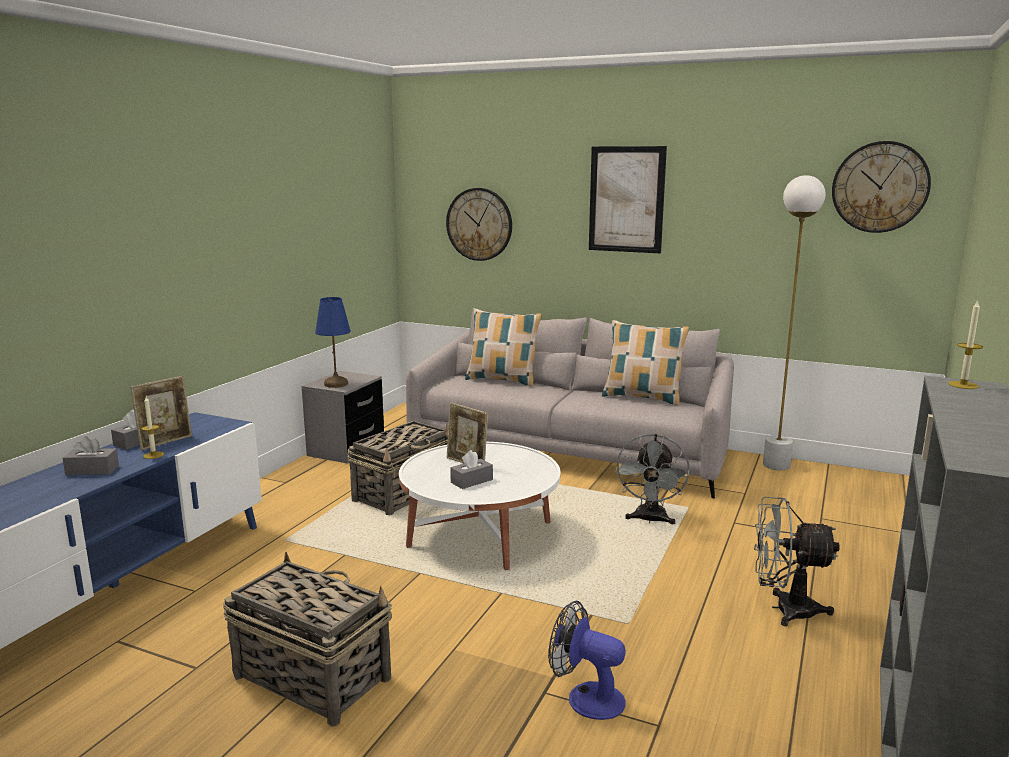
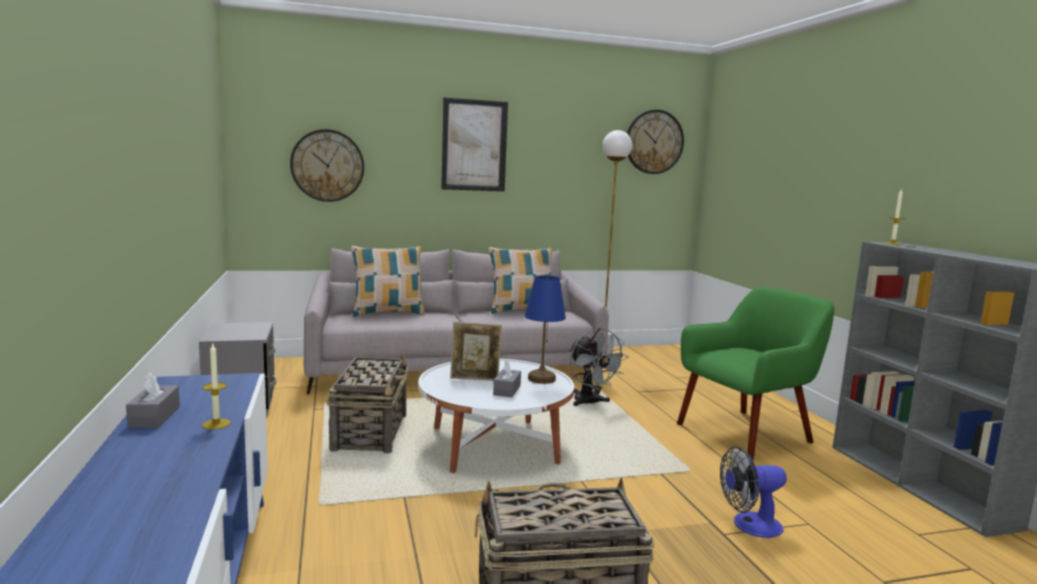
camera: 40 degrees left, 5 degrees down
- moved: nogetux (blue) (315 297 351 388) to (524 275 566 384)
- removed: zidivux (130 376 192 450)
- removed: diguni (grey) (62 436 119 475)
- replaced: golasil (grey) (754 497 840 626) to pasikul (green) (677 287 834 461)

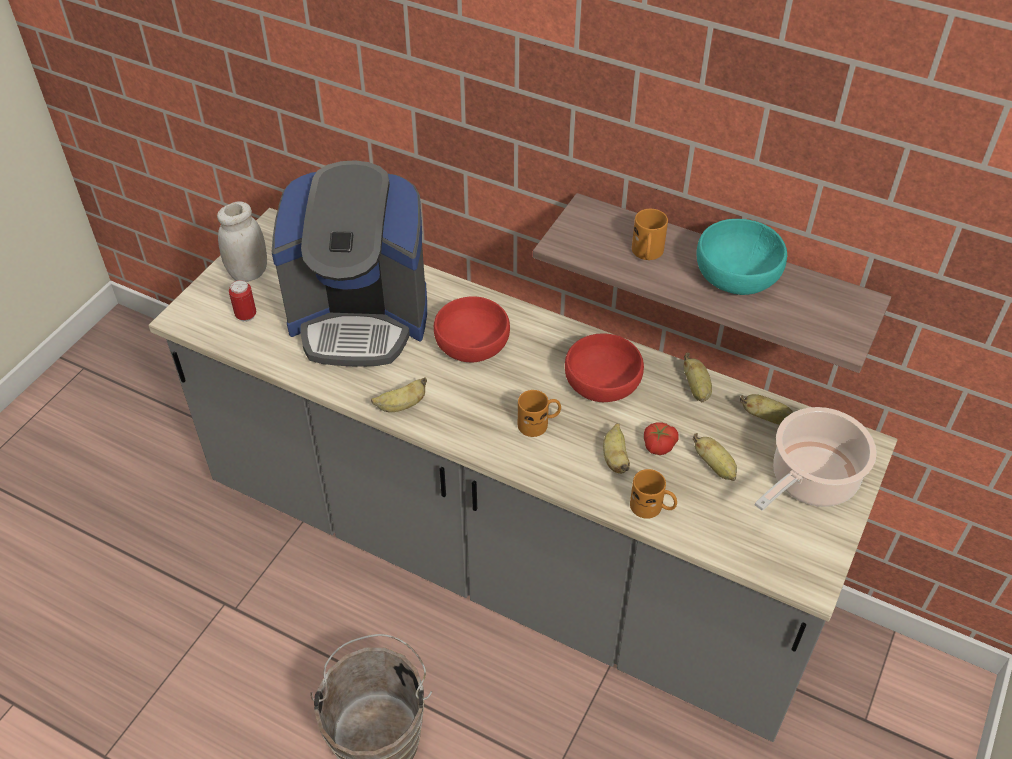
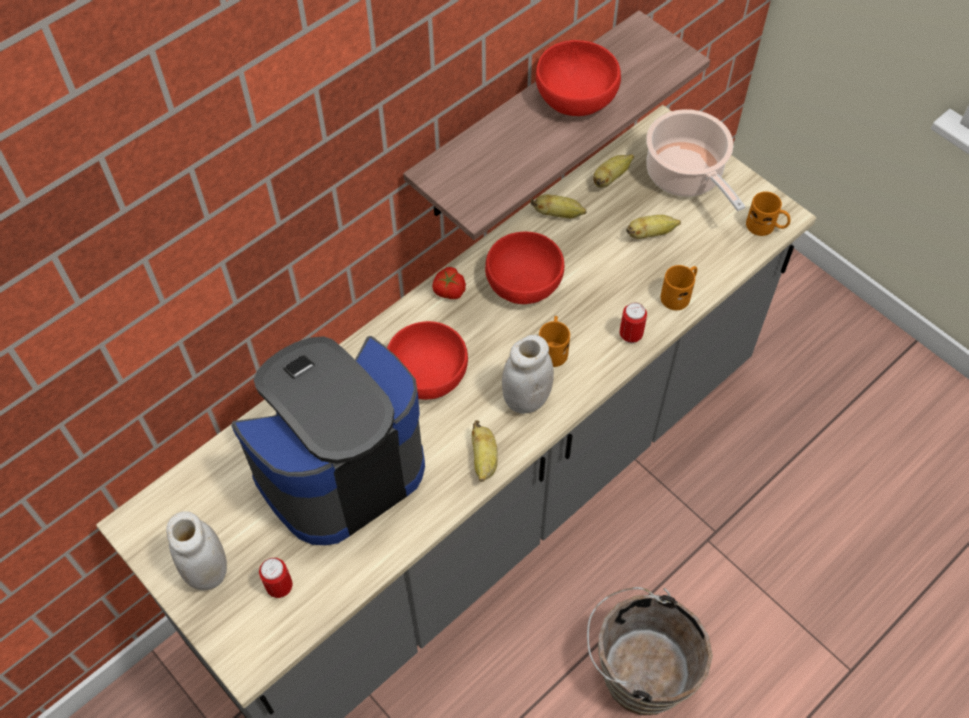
camera: 70 degrees left, 10 degrees up
- turned: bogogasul (272 160 427 367) = (231 336 425 545) 150 degrees counterclockwise
- moved: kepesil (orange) (632 209 668 260) to (746 191 791 236)
- recoloured: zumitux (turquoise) (696 219 787 295) to zumitux (red) (536 40 621 116)
- moved: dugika (644 422 678 455) to (432 267 466 299)
- removed: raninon (603 423 630 474)
- added: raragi (620 303 647 343)
- added: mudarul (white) (502 335 554 414)

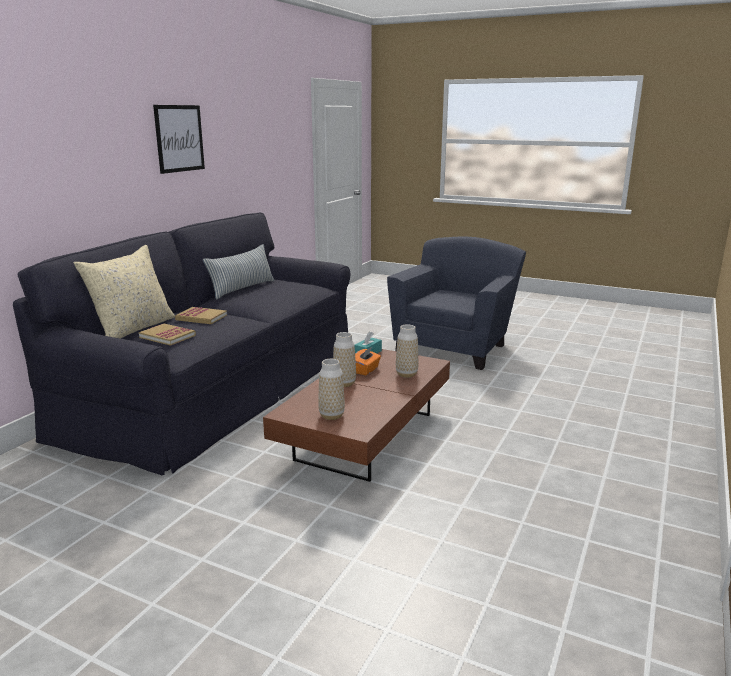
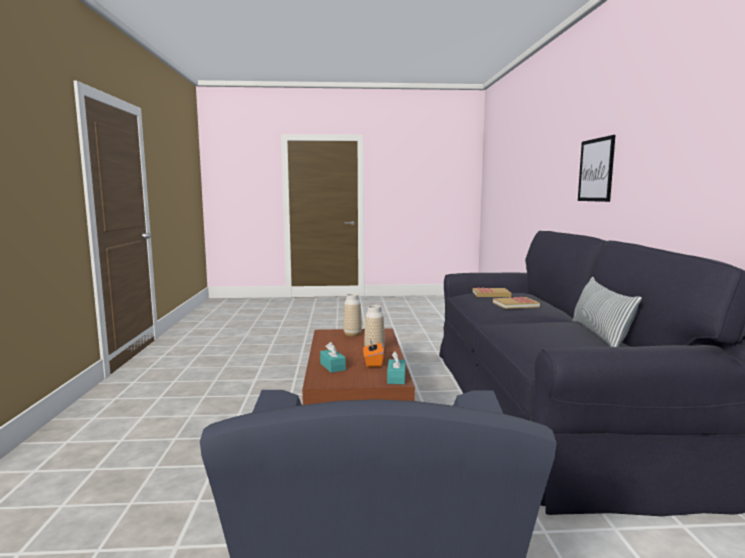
camera: 150 degrees right, 10 degrees down
- moved: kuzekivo (153 105 205 174) to (578 135 615 202)
- removed: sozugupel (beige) (74 245 175 339)
- replaced: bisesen (396 324 418 378) to diguni (turquoise) (320 342 346 373)

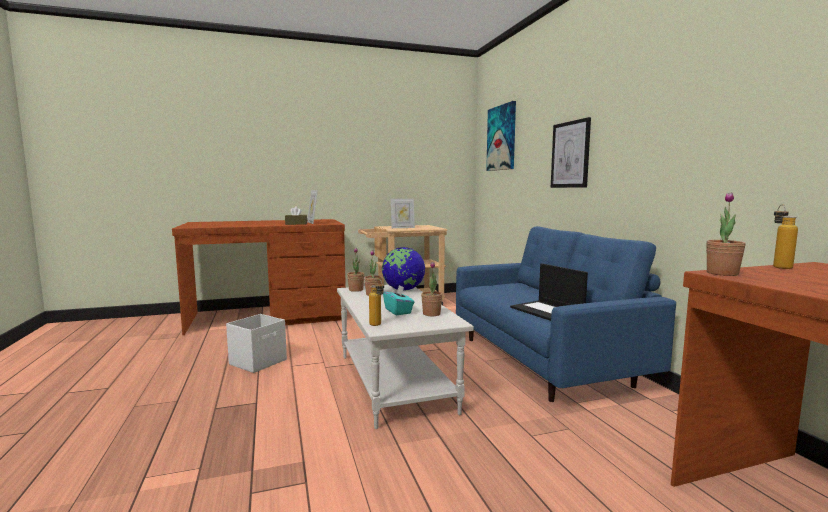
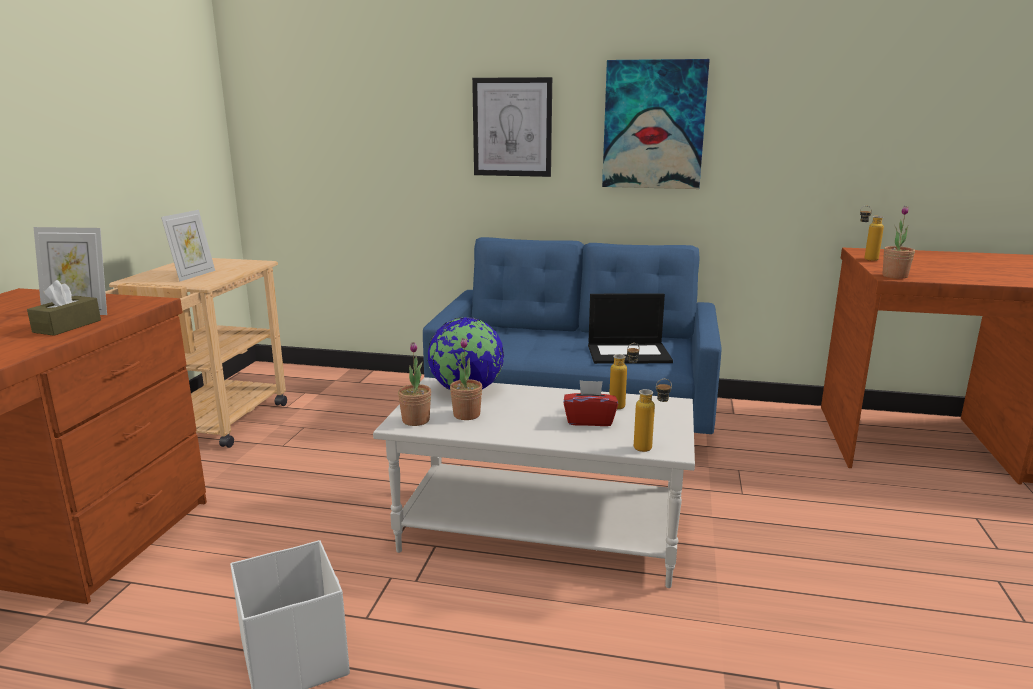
camera: 60 degrees left, 10 degrees up
- moved: kuzekivo (486 101 516 171) to (602 59 710 189)
- replaced: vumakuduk (421 262 442 316) to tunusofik (609 343 640 409)
- recoloured: diguni (turquoise) (383 285 414 315) to diguni (red) (563 380 618 426)

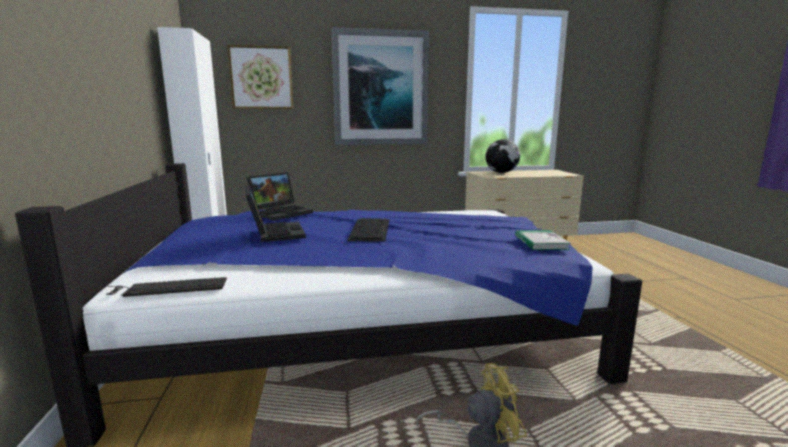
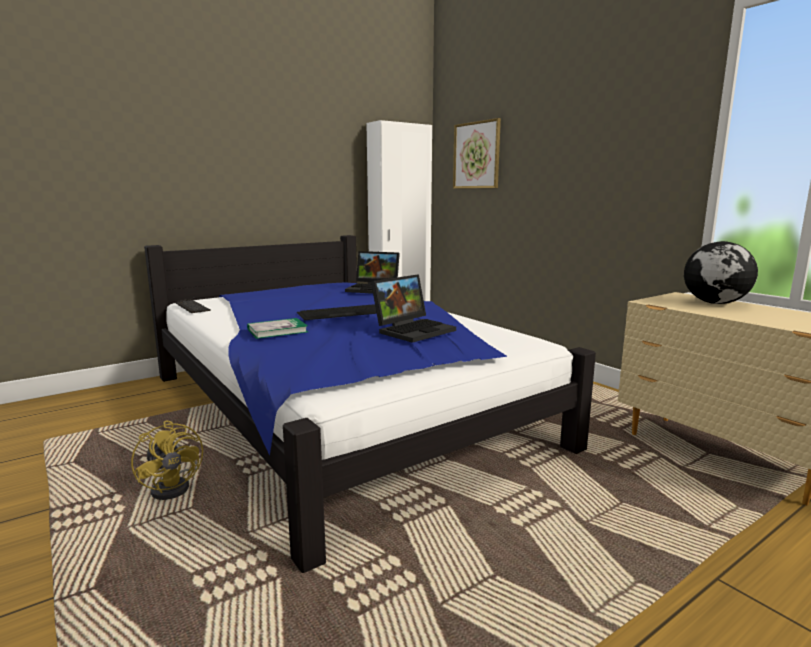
camera: 65 degrees right, 0 degrees up
- removed: kuzekivo (331 27 429 145)
- moved: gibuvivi (245 185 306 242) to (371 274 456 343)
- moved: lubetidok (515 230 571 250) to (247 318 308 339)

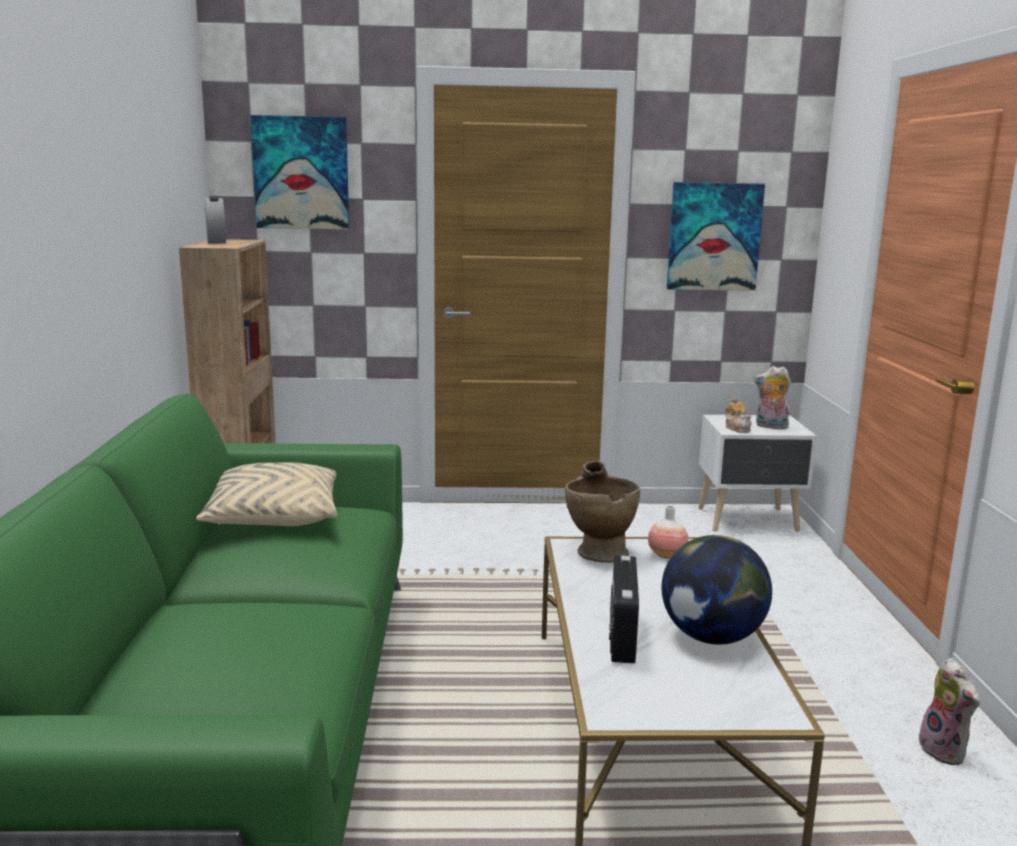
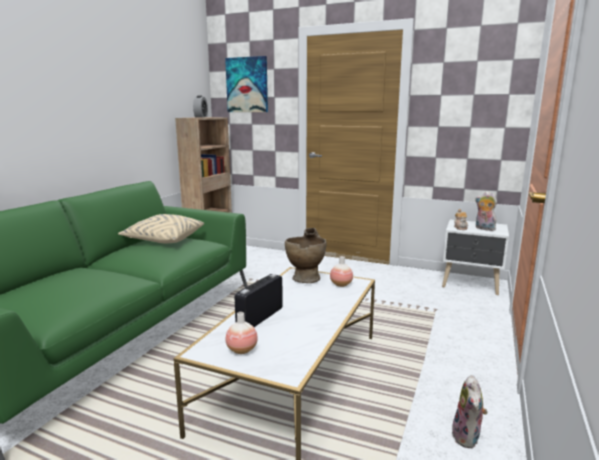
camera: 25 degrees right, 0 degrees up
- removed: kuzekivo (667 182 765 291)
- removed: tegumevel (662 535 772 645)
- added: bisesen (225 312 258 354)

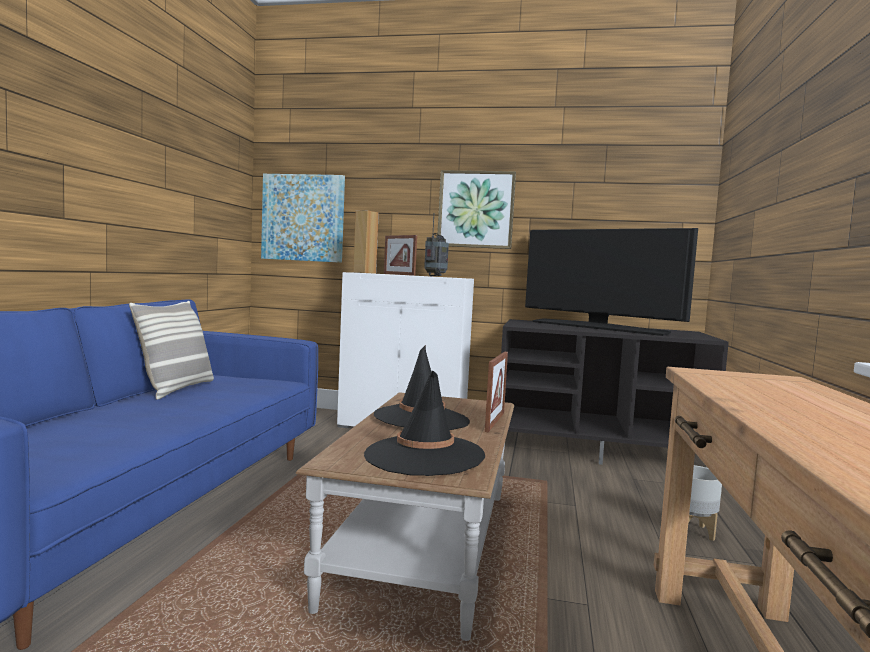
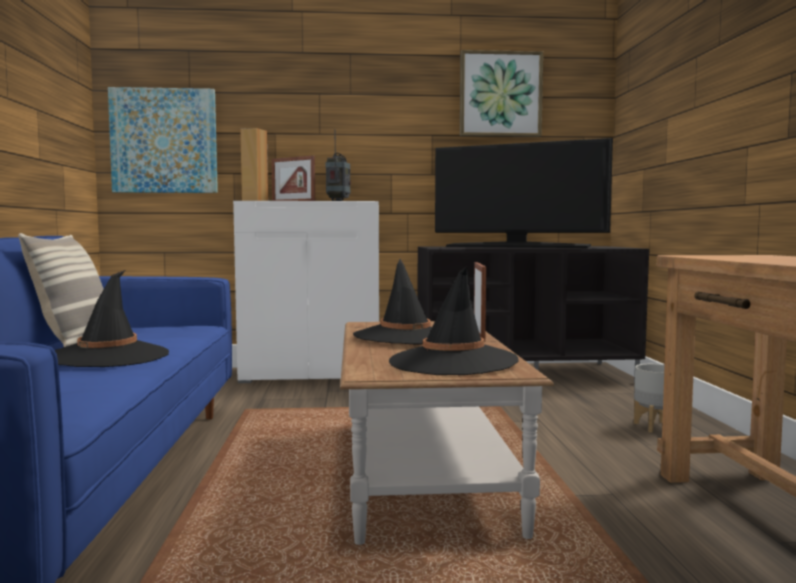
camera: 15 degrees left, 0 degrees up
- moved: kuzekivo (437 170 516 249) to (460 50 543 137)
- added: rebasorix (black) (54 270 169 367)

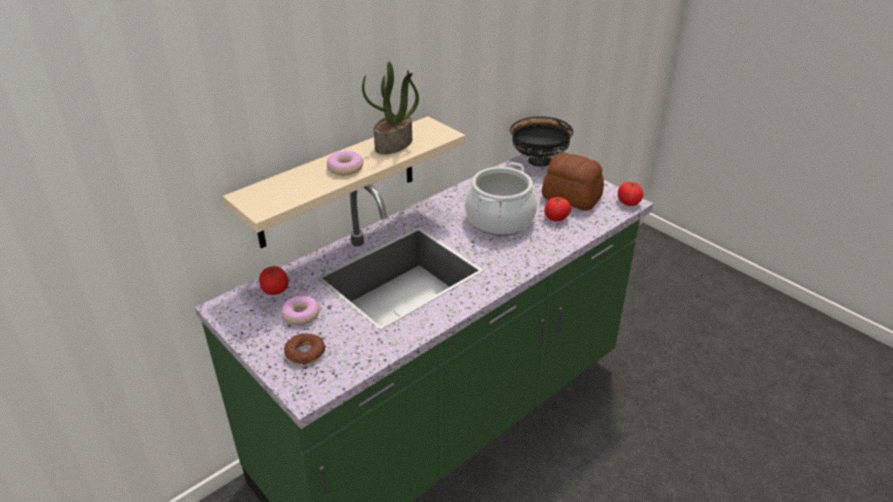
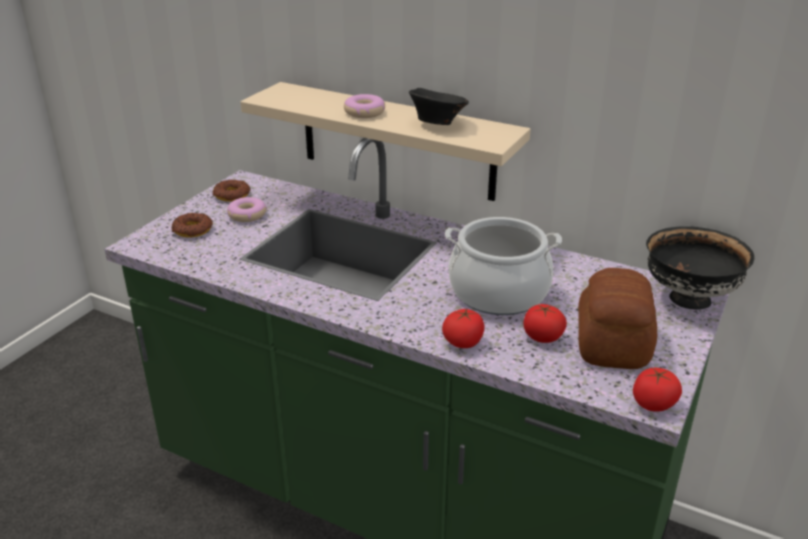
camera: 70 degrees right, 5 degrees down
- replaced: vumakuduk (362 62 419 154) to zumitux (black) (409 88 469 125)
- moved: dugika (259 266 288 295) to (442 308 484 348)
- added: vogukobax (212 180 250 202)

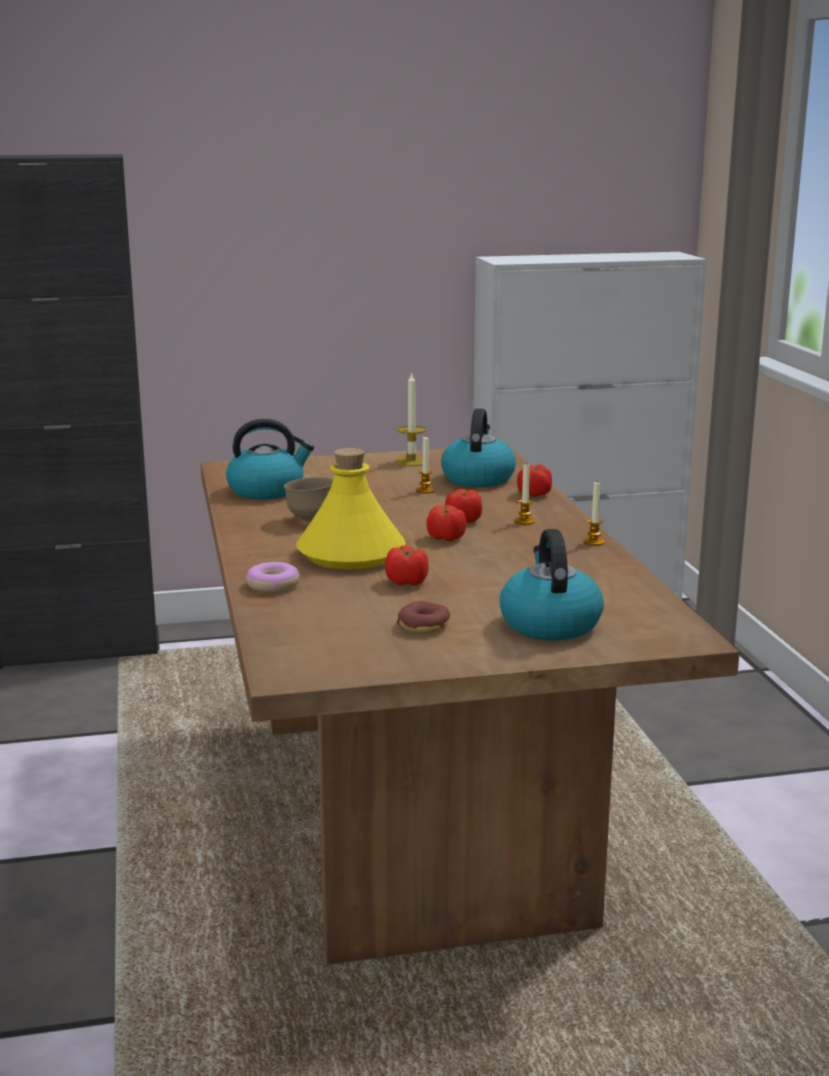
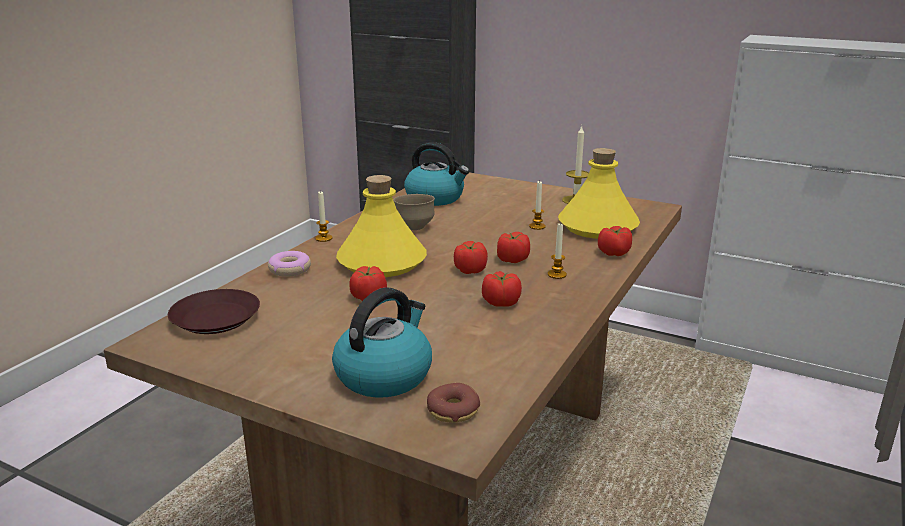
camera: 40 degrees right, 5 degrees up
- replaced: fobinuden (441 409 516 487) to tunusofik (yellow) (558 148 640 239)
- moved: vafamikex (583 482 605 546) to (315 190 333 242)
- moved: vogukobax (397 601 450 634) to (427 383 480 423)
- added: dugika (482 271 522 307)
- added: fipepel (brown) (168 289 260 334)

